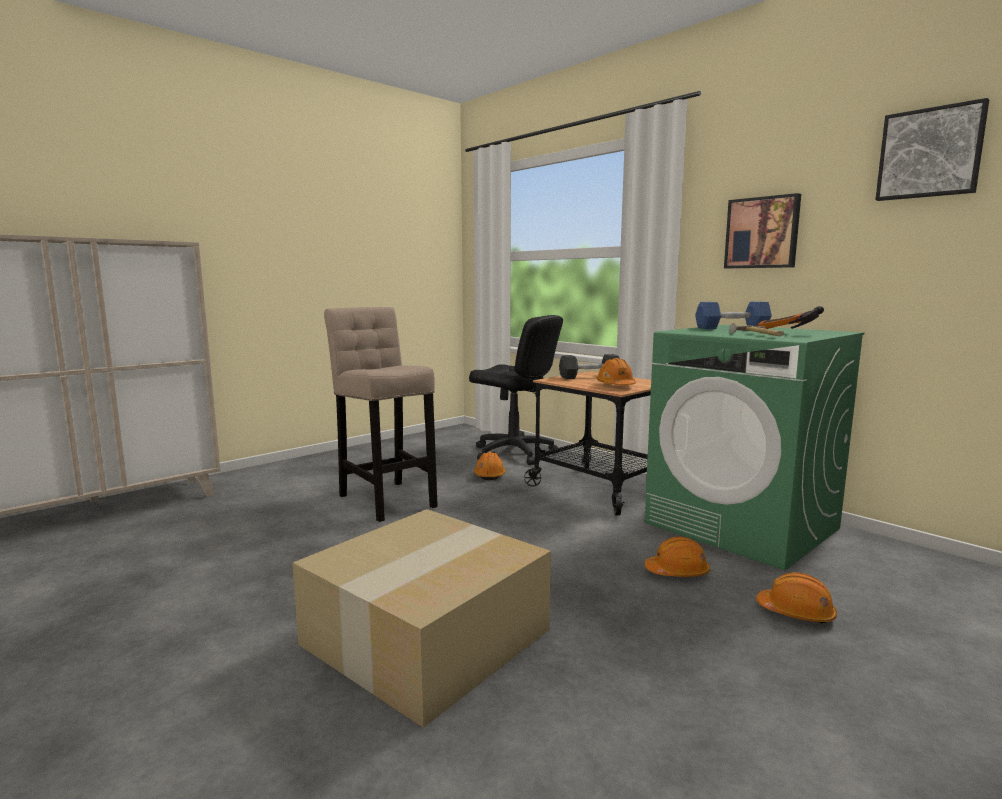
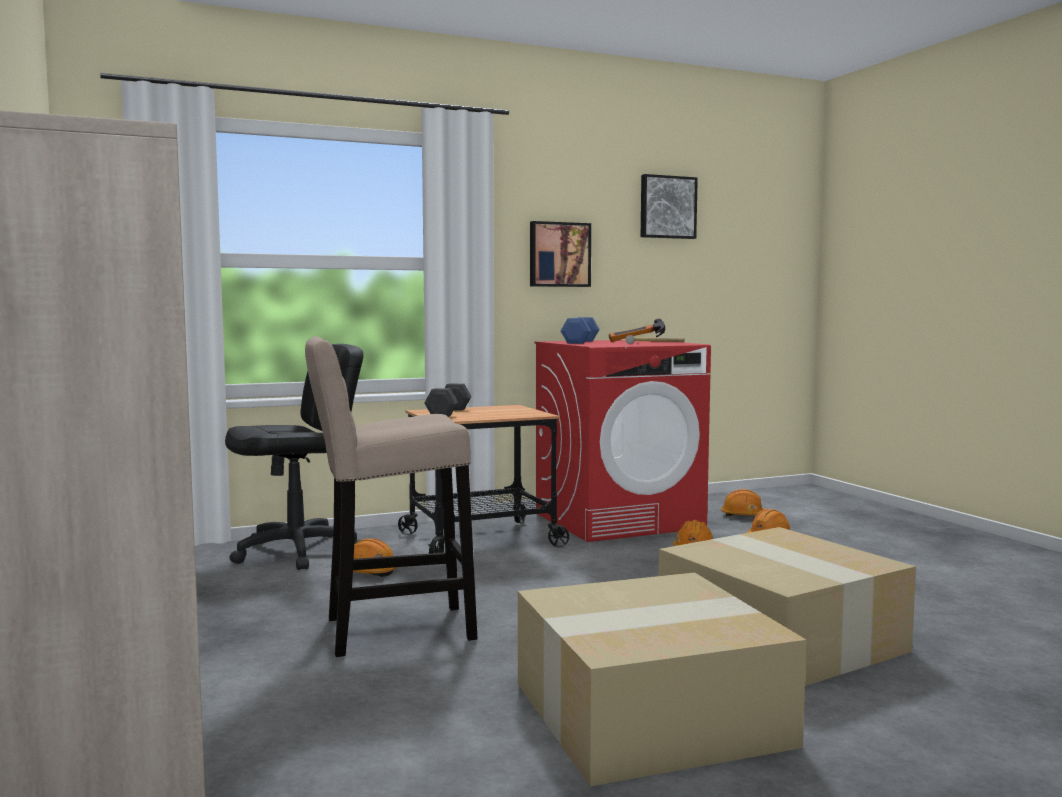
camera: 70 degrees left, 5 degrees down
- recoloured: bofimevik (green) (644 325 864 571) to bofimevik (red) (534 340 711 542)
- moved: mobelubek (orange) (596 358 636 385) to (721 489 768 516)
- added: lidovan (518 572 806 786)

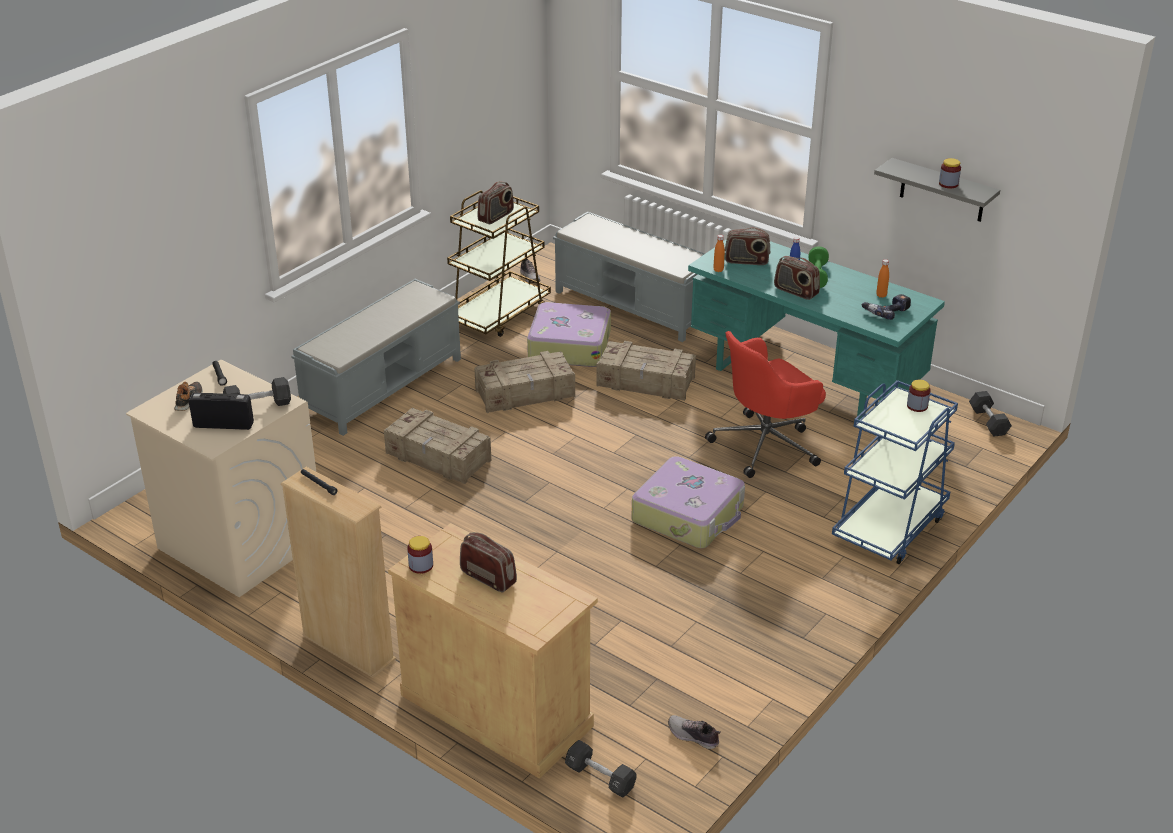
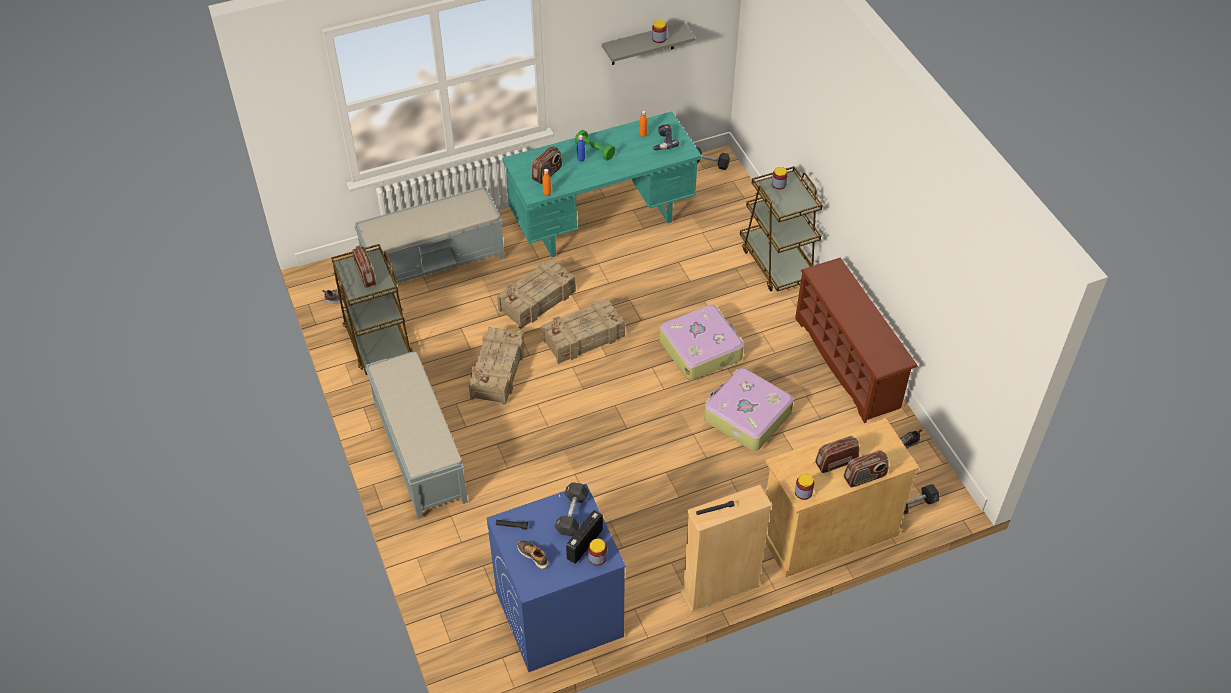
camera: 60 degrees left, 15 degrees up
- moved: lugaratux (774 256 820 300) to (844 450 889 487)
- moved: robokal (527 302 611 367) to (704 368 794 451)
- removed: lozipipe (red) (705 331 826 478)
- recoloured: bofimevik (beige) (126 360 316 597) to bofimevik (blue) (487 484 626 672)
- recoloured: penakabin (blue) (832 380 958 564) to penakabin (brown) (740 166 823 292)
- moved: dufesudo (384 408 491 484) to (541 299 625 364)
- added: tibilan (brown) (795 258 918 423)
- added: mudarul (588 539 607 566)

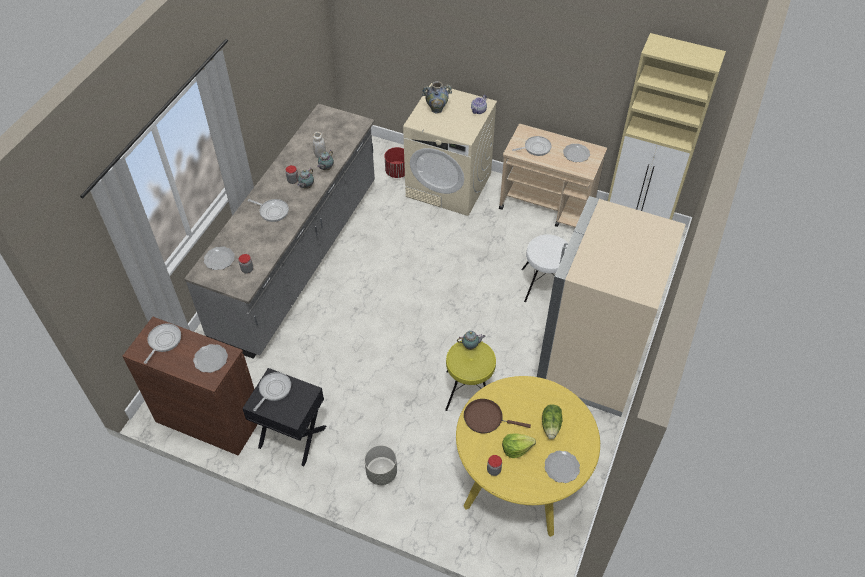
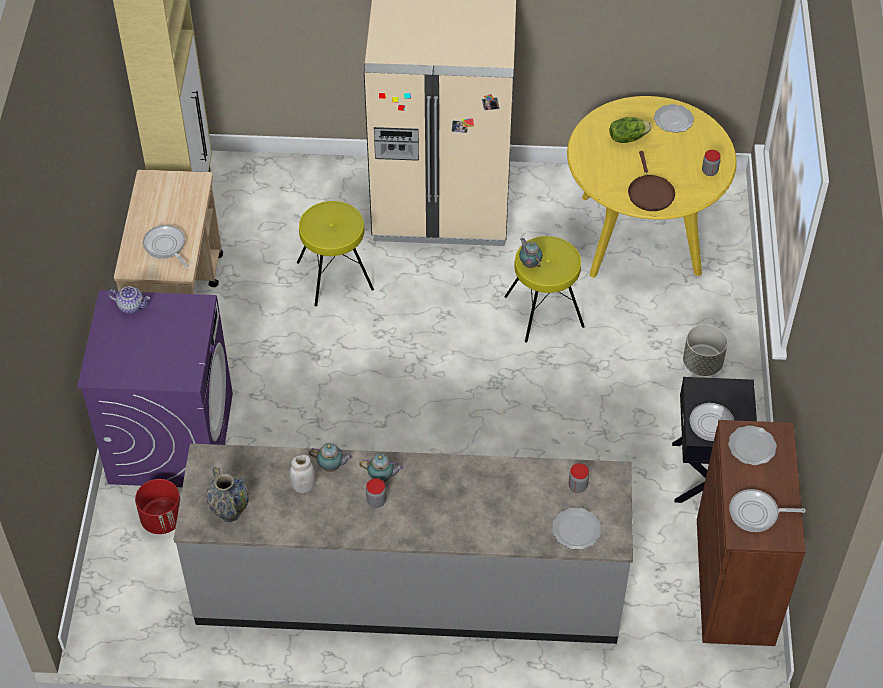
camera: 110 degrees left, 0 degrees up
- moved: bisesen (422 81 452 113) to (206 466 249 522)
- recoloured: bofimevik (beige) (403 83 497 216) to bofimevik (purple) (77 290 233 487)
- removed: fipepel (563 144 590 162)
- removed: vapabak (248 199 289 222)
- recoloured: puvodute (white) (521 234 568 302) to puvodute (yellow) (297 201 374 306)
- removed: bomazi (502 433 536 458)

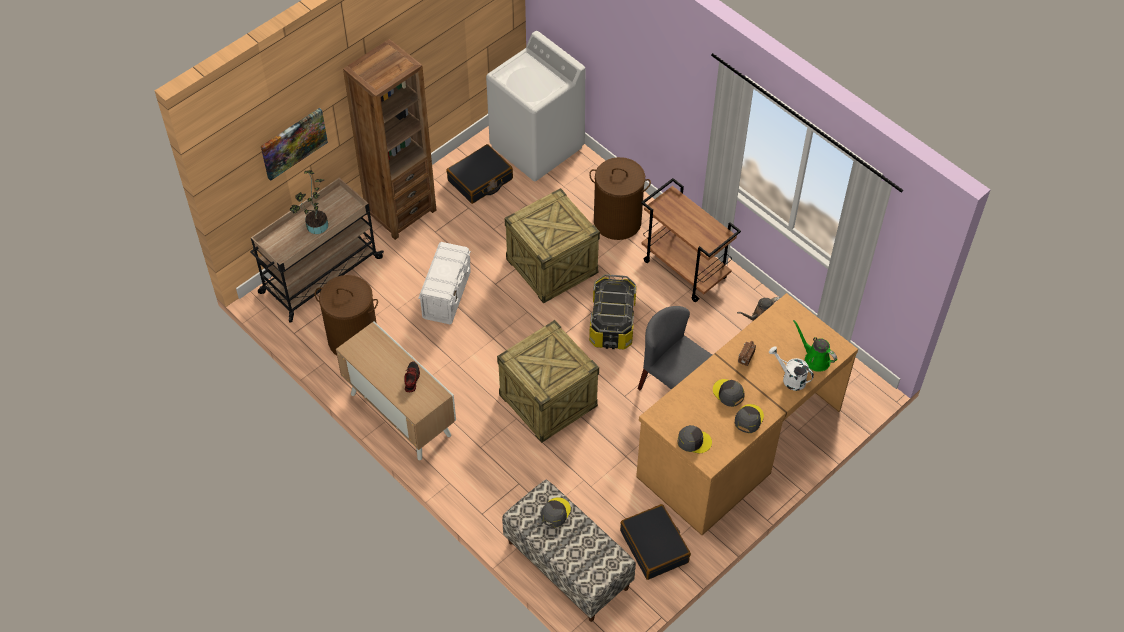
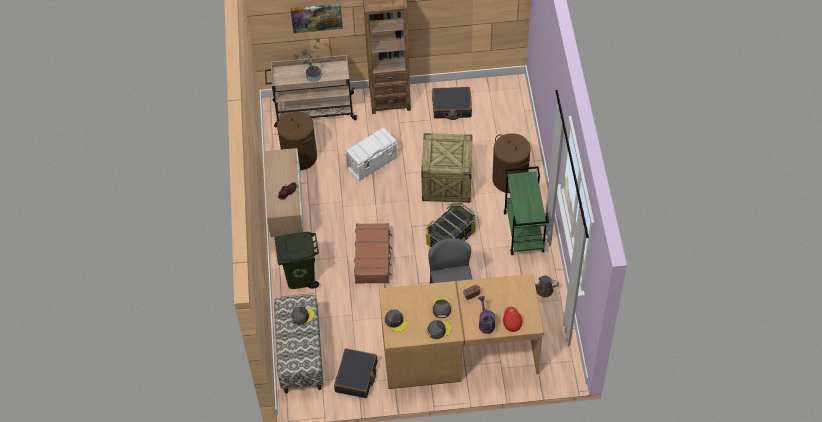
camera: 40 degrees right, 0 degrees up
- removed: bofimevik (white) (486 31 585 181)
- recoloured: penakabin (brown) (641 178 741 302) to penakabin (green) (504 166 549 255)
- replaced: dufesudo (497 320 599 443) to robokal (brown) (354 223 392 284)
- replaced: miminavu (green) (793 320 837 372) to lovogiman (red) (503 307 522 332)
- recoloured: miminavu (white) (769 346 814 391) to miminavu (purple) (478 296 495 334)
- added: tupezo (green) (274 232 319 289)

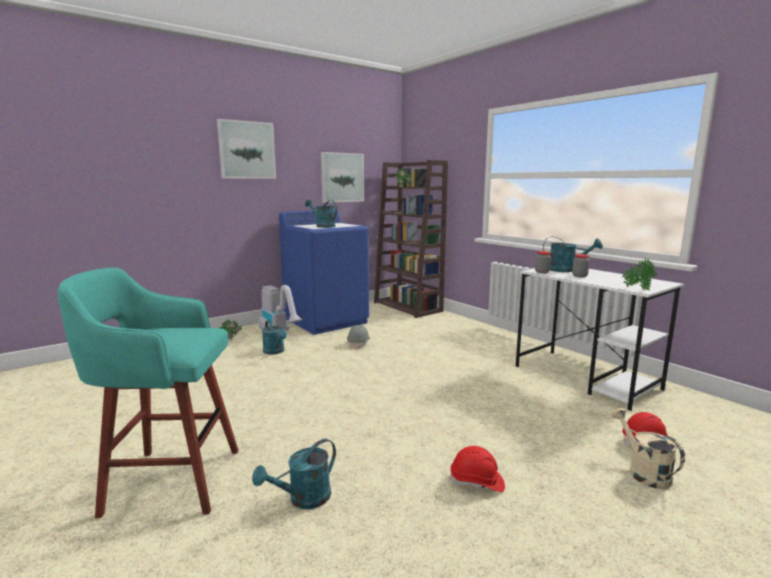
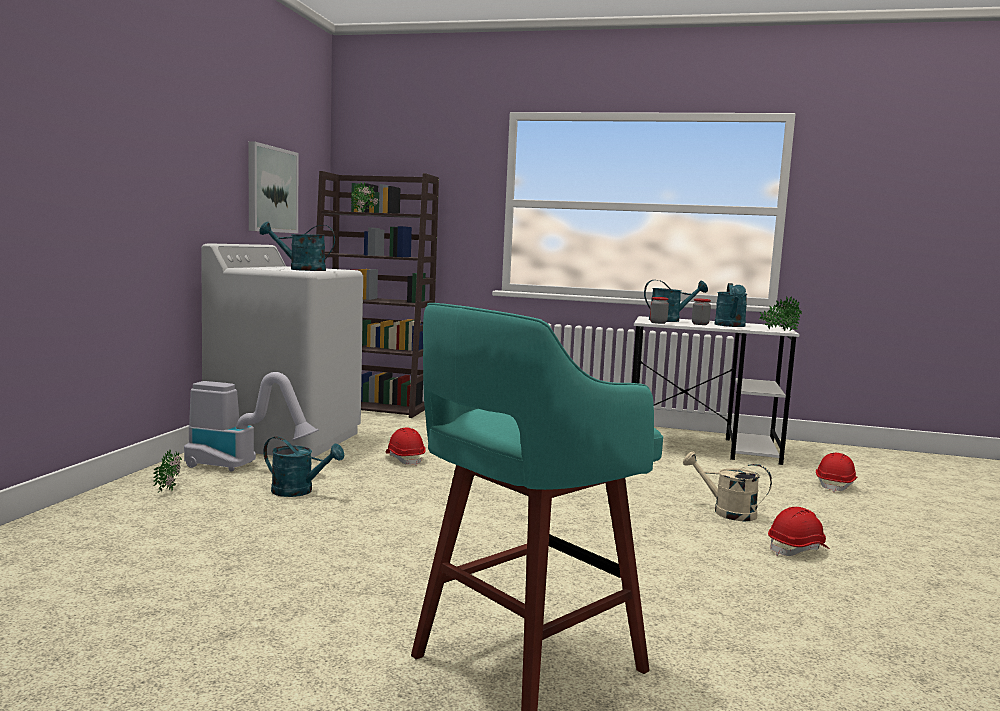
camera: 40 degrees left, 5 degrees down
- removed: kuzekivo (217 119 276 179)
- recoloured: bofimevik (blue) (279 210 369 335) to bofimevik (white) (201 243 363 457)
- recoloured: mobelubek (grey) (347 325 370 350) to mobelubek (red) (385 428 426 466)
- moved: miminavu (beige) (611 408 685 489) to (683 452 772 521)
- moved: miminavu (turquoise) (252 439 336 509) to (715 283 748 327)

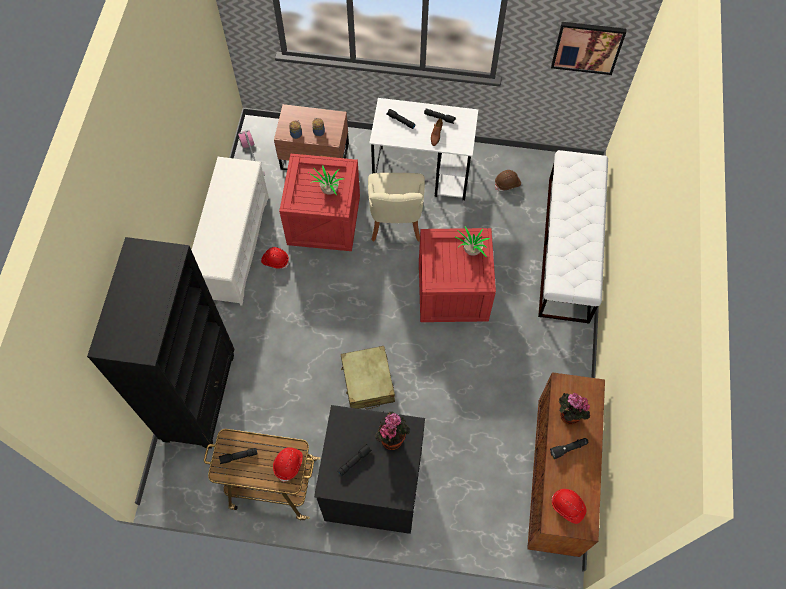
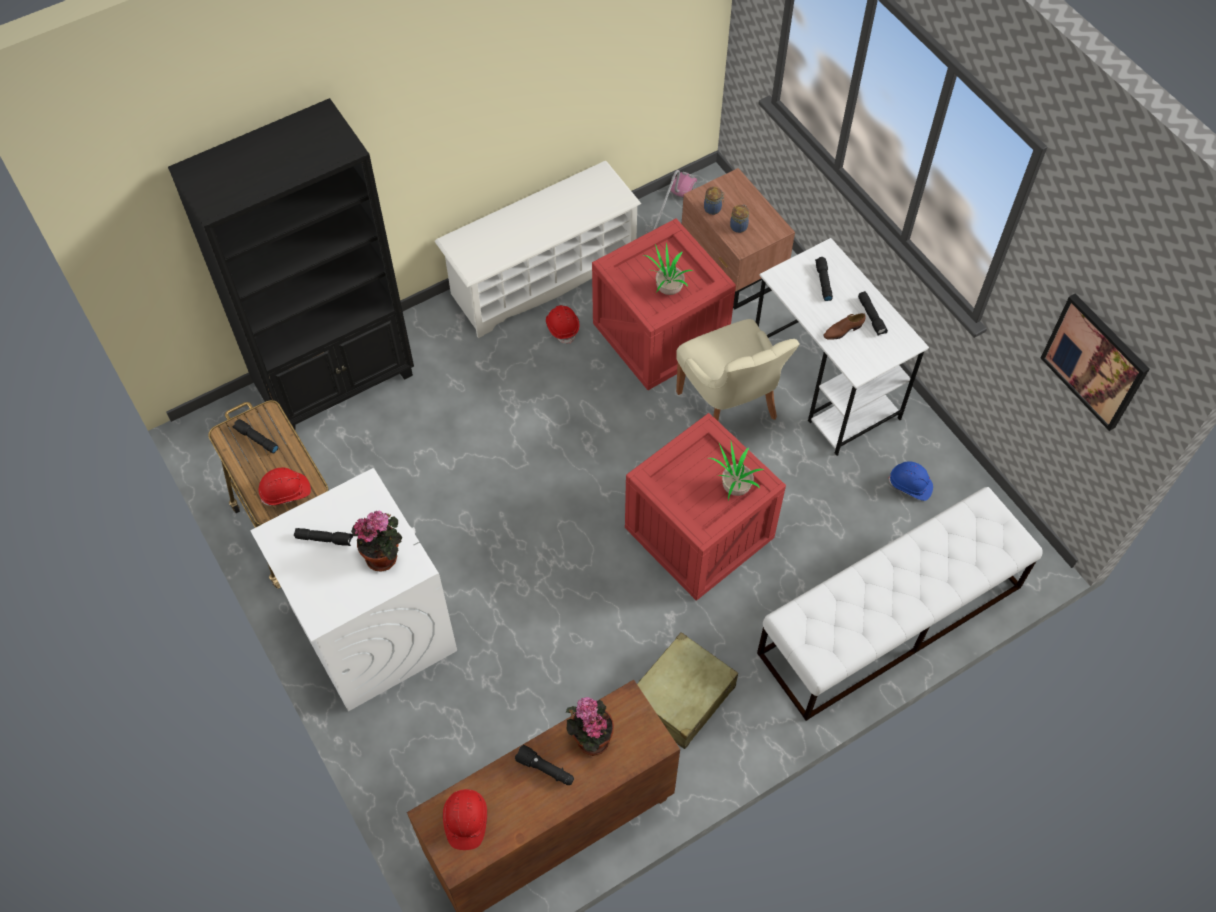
camera: 50 degrees right, 5 degrees down
- recoloured: mobelubek (brown) (495 170 521 191) to mobelubek (blue) (888 461 933 501)
- turned: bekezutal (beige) (368 173 425 242) = (676 319 800 421) 75 degrees counterclockwise
- moved: robokal (beige) (341 346 395 410) to (637 632 738 749)
- recoloured: bofimevik (black) (314 405 425 534) to bofimevik (white) (250 468 457 711)

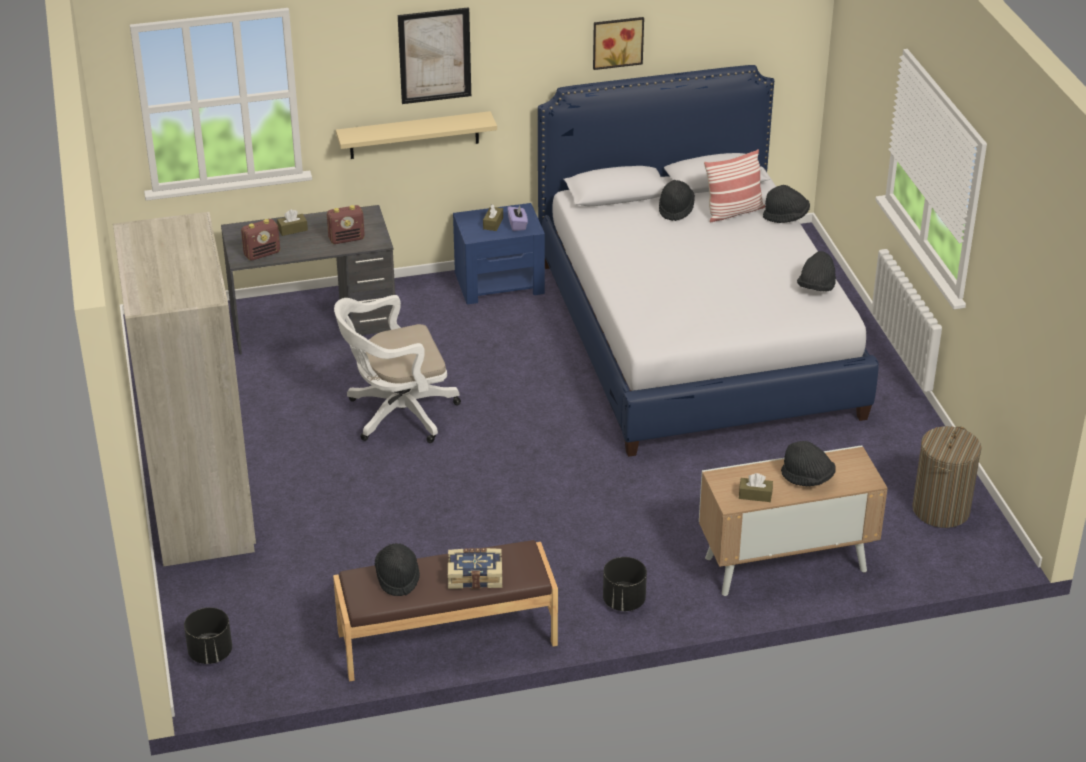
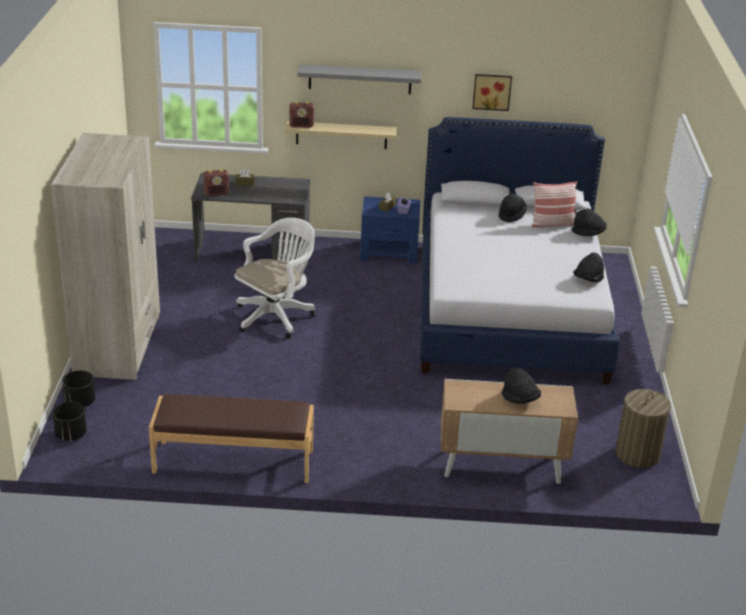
camera: 15 degrees right, 5 degrees down
- replaced: kuzekivo (398 7 471 104) to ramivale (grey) (297 64 421 94)
- moved: lugaratux (327 205 365 244) to (289 101 314 128)
- turned: lozipipe (white) (334 295 461 443) = (235 218 316 339) 135 degrees clockwise
- removed: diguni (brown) (739 473 773 502)
- removed: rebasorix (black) (375 543 420 596)
- removed: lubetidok (448 548 502 589)
- moved: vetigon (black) (603 557 647 611) to (62 370 96 407)

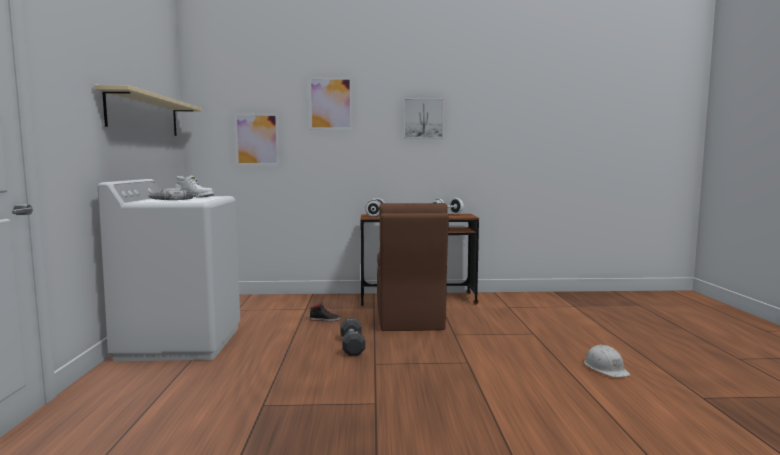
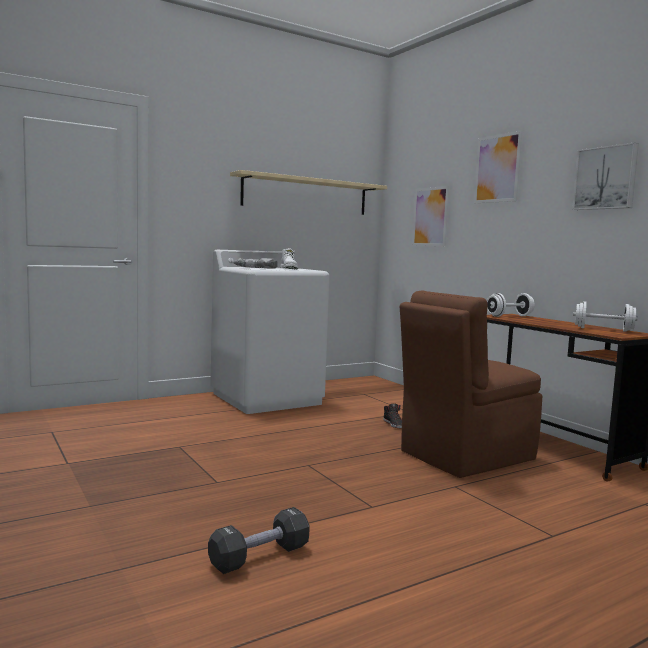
camera: 60 degrees right, 0 degrees up
- moved: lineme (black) (340 318 365 356) to (208 507 310 574)
- removed: mobelubek (white) (584 345 631 377)

